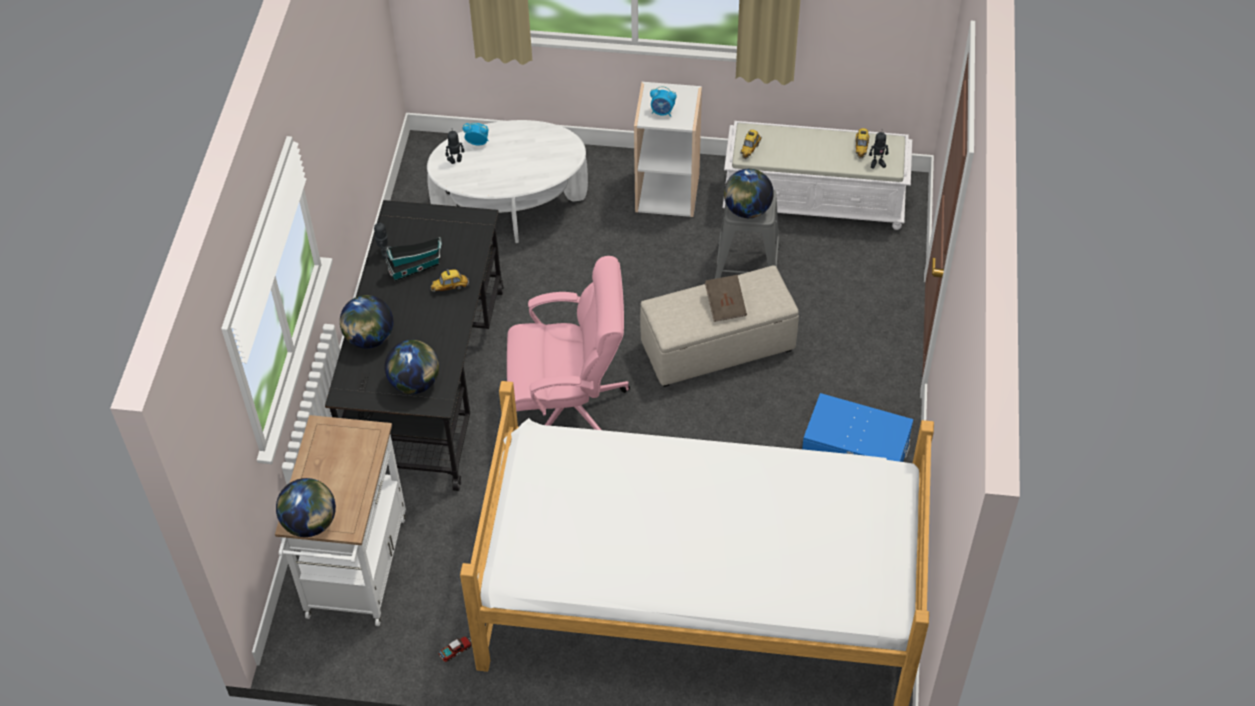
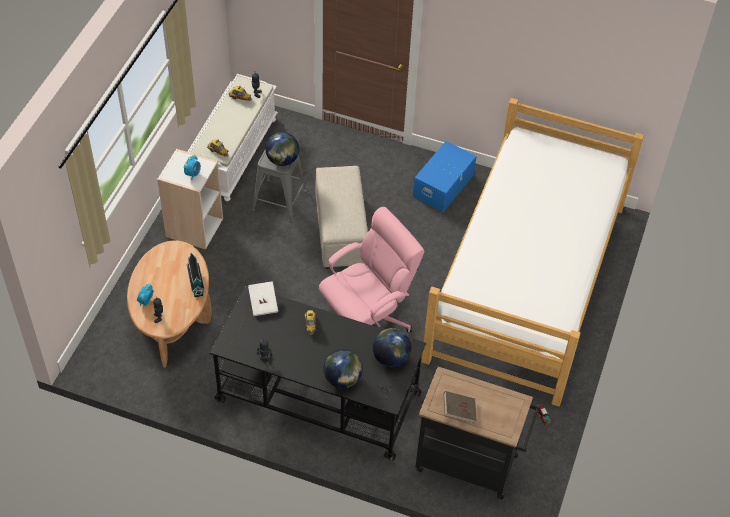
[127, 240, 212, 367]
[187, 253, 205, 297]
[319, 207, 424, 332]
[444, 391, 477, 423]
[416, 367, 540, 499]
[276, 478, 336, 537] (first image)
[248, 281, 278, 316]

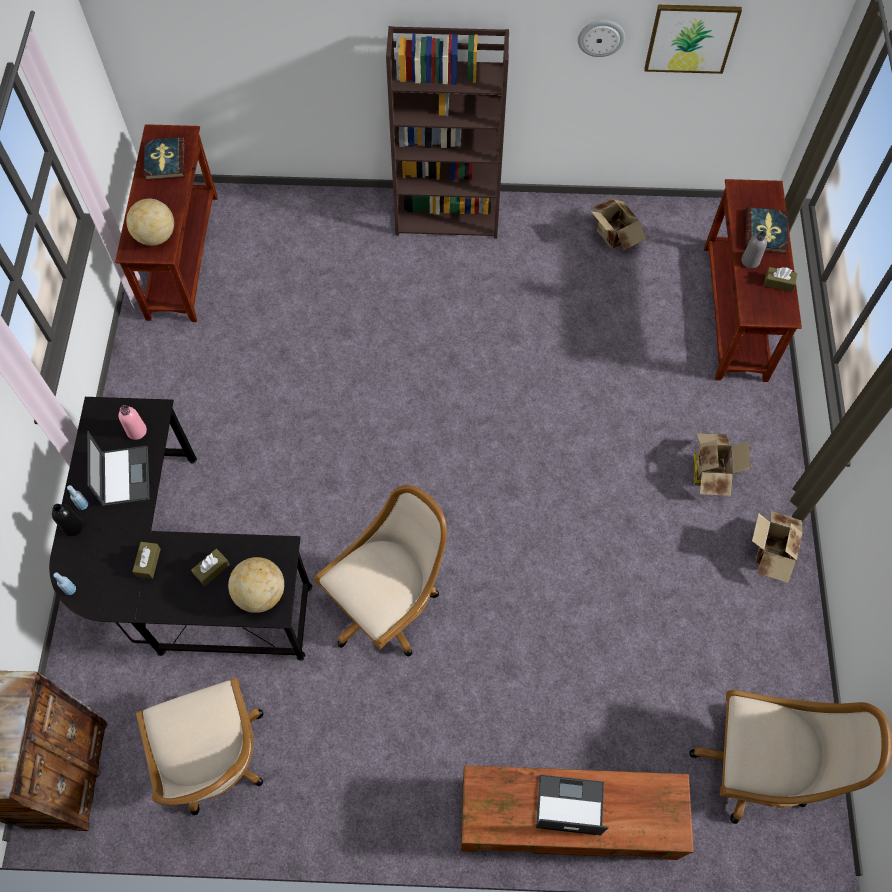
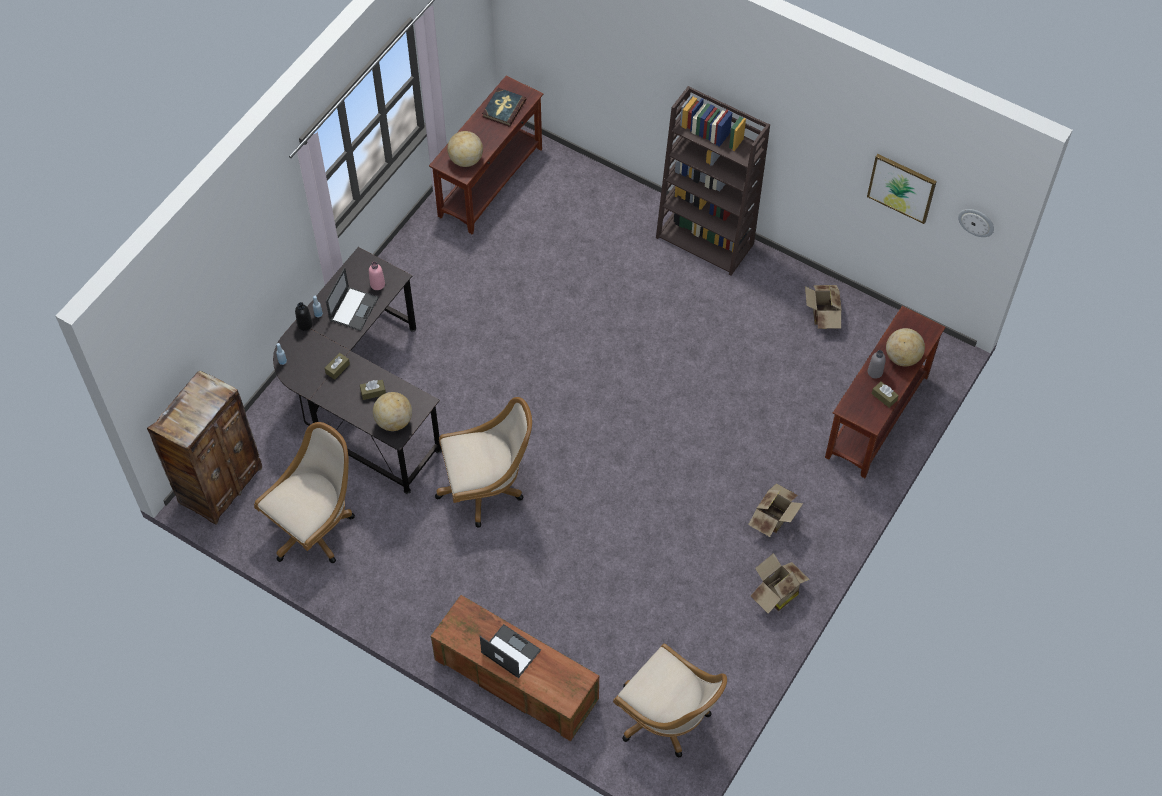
[958, 209, 994, 237]
[886, 328, 925, 366]
[254, 422, 355, 563]

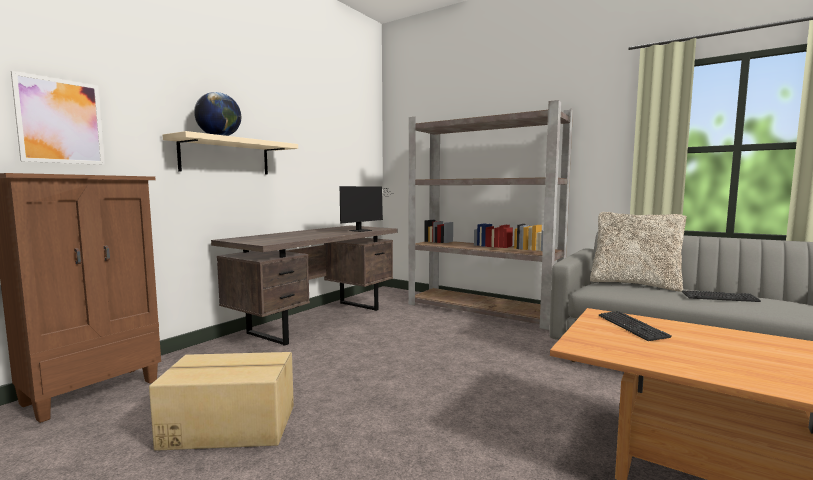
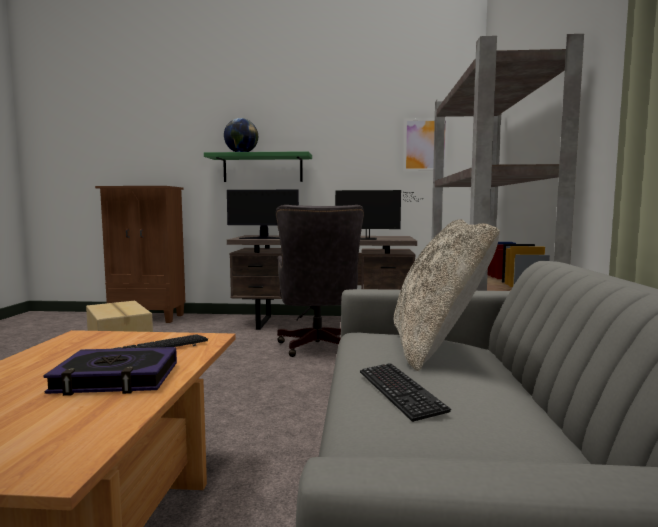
[404, 118, 448, 171]
[204, 151, 312, 182]
[227, 190, 299, 239]
[276, 205, 364, 357]
[43, 347, 177, 396]

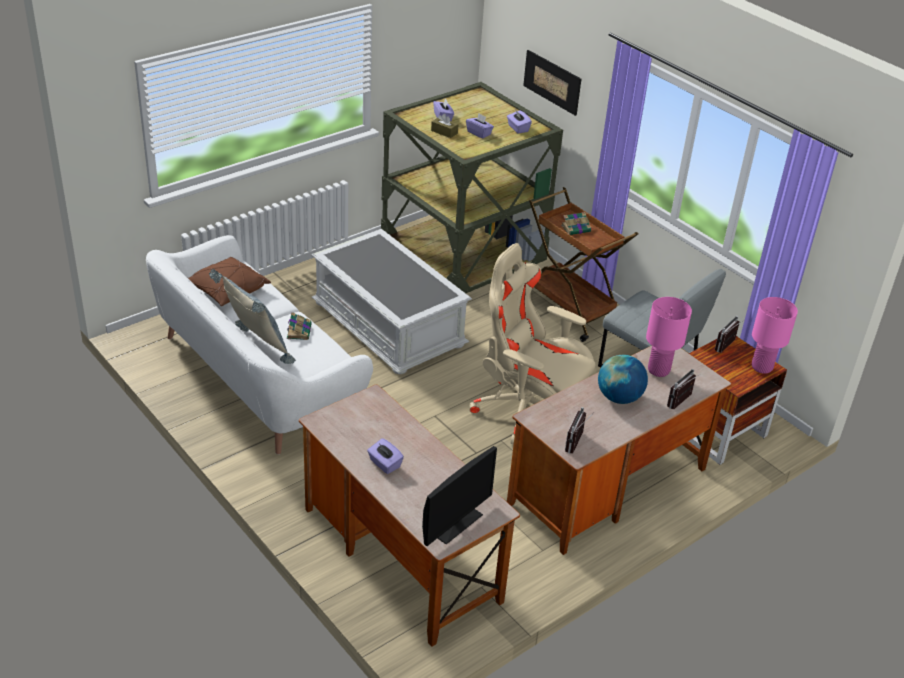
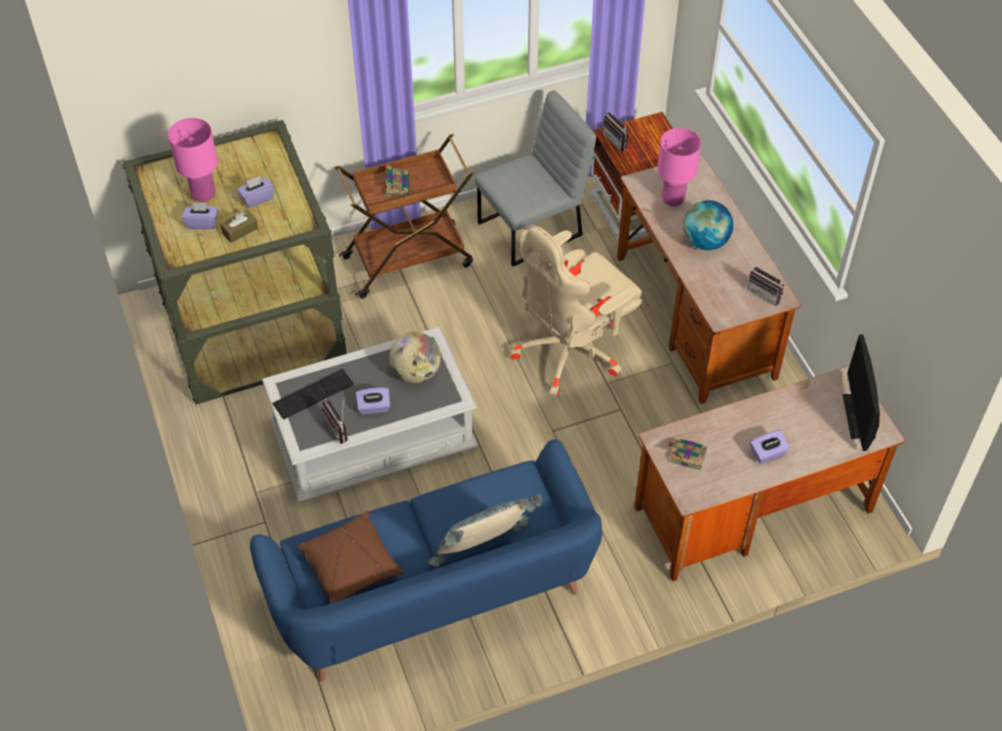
[523, 50, 581, 116] (first image)
[356, 387, 390, 415]
[250, 439, 602, 682]
[168, 118, 218, 202]
[667, 438, 707, 470]
[322, 396, 348, 444]
[843, 334, 880, 451]
[390, 332, 441, 383]
[273, 368, 354, 420]

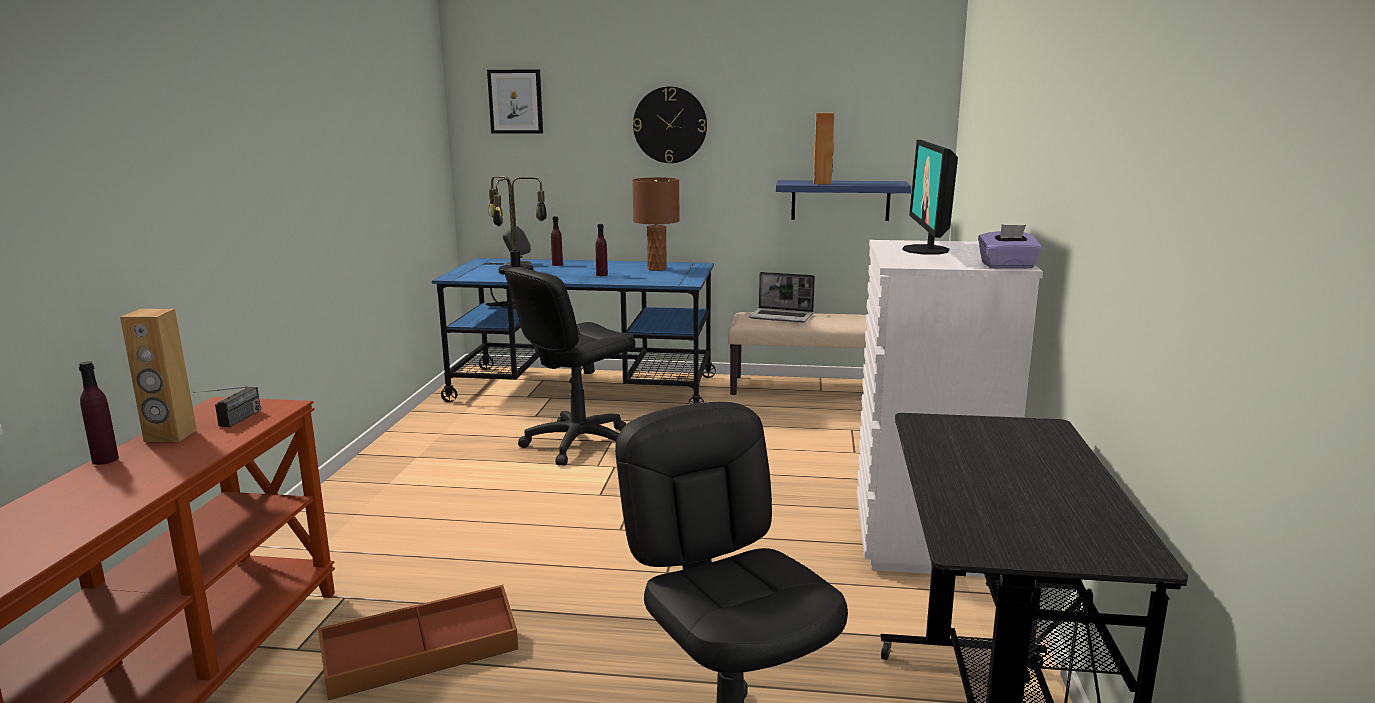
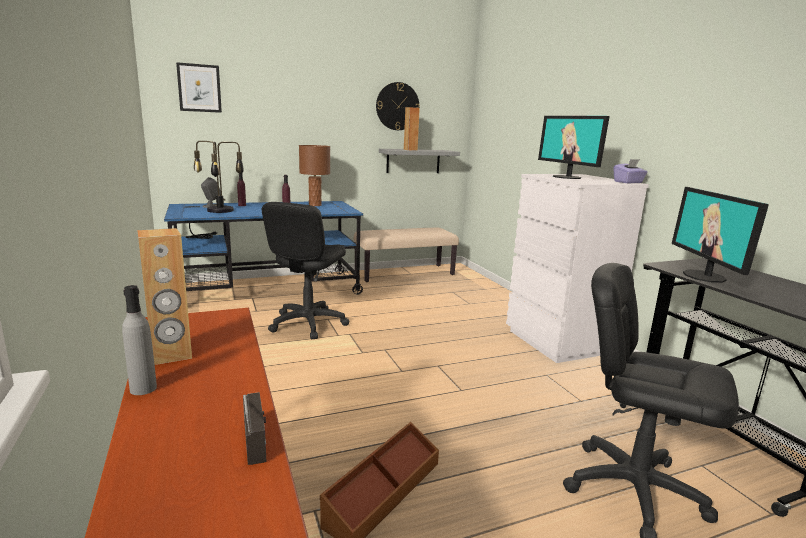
[376, 82, 420, 130]
[379, 149, 460, 173]
[749, 272, 815, 323] (first image)
[122, 285, 157, 395]
[243, 392, 266, 465]
[672, 187, 769, 283]

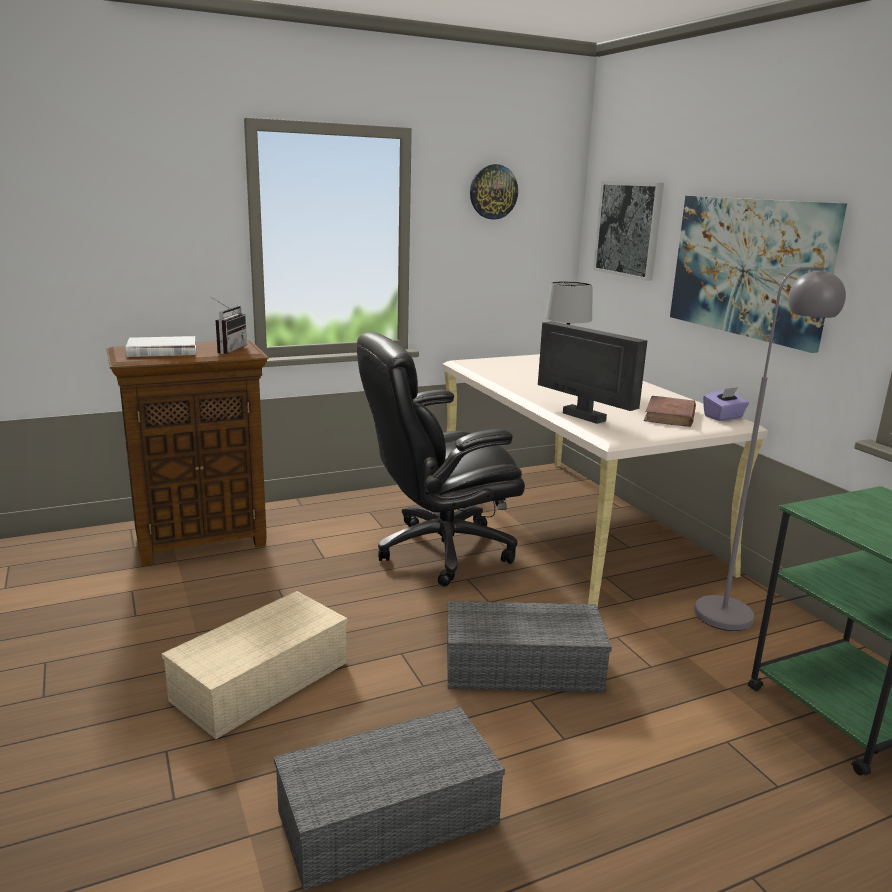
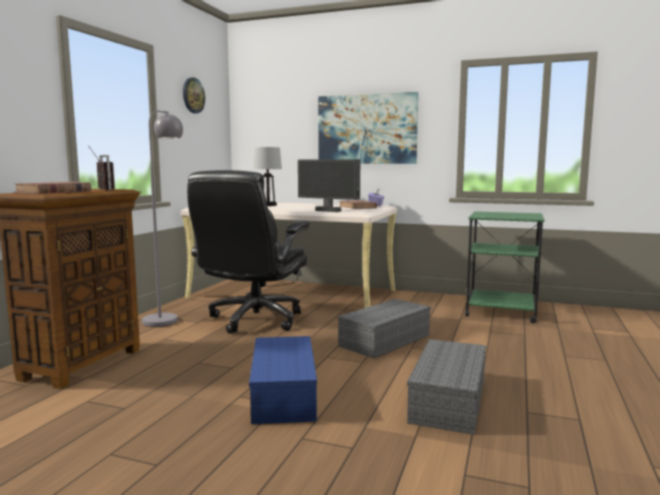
[593, 181, 664, 281] (first image)
[142, 110, 183, 327]
[298, 159, 360, 212]
[13, 182, 91, 194]
[249, 336, 317, 424]

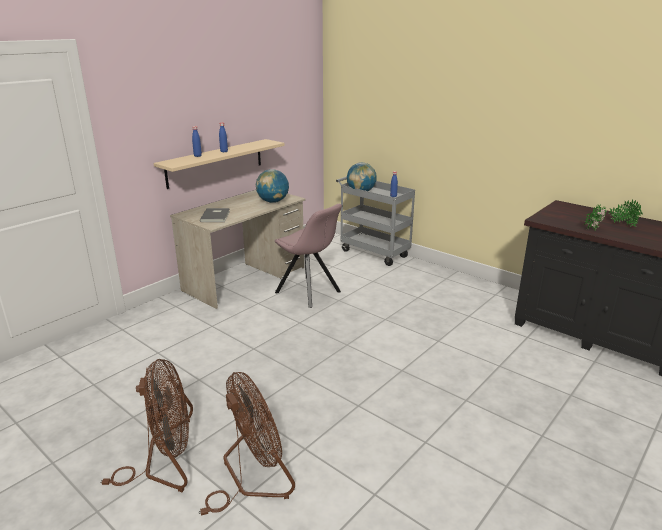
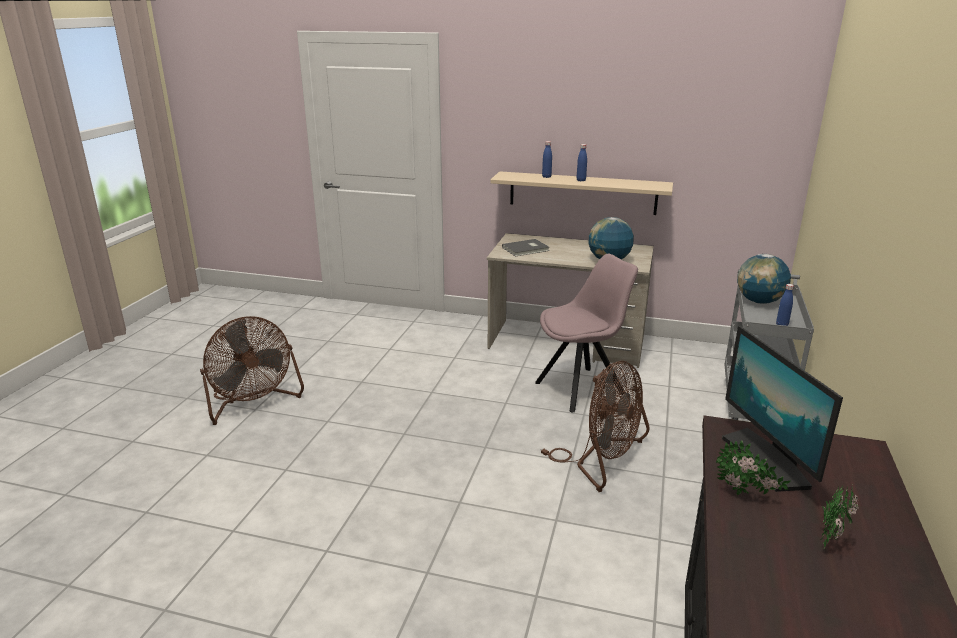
[535, 254, 638, 413]
[541, 361, 650, 492]
[722, 326, 843, 492]

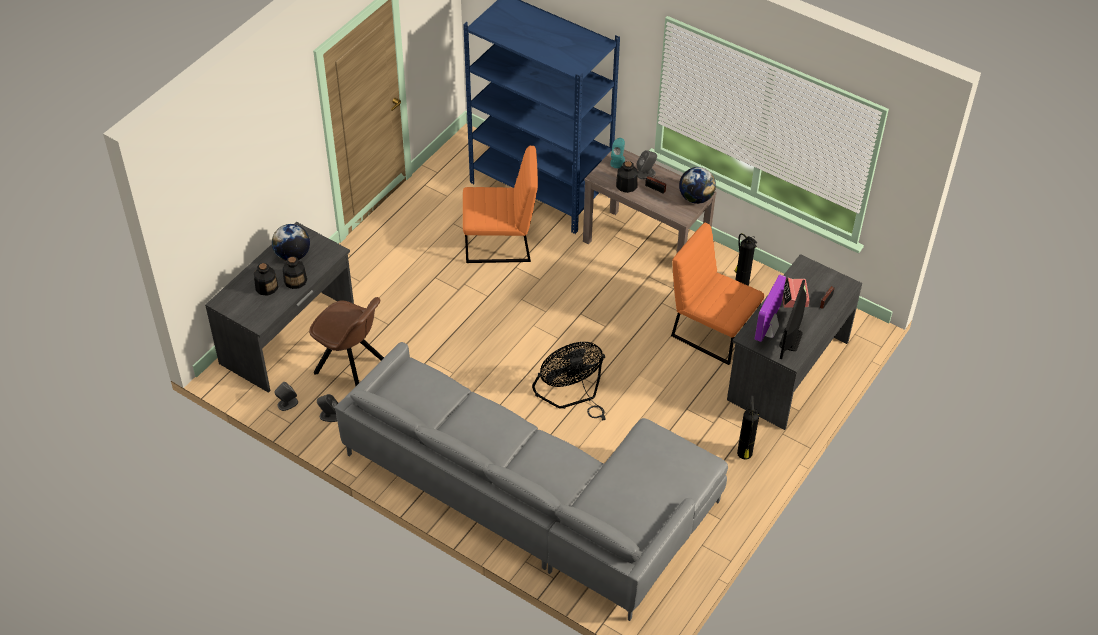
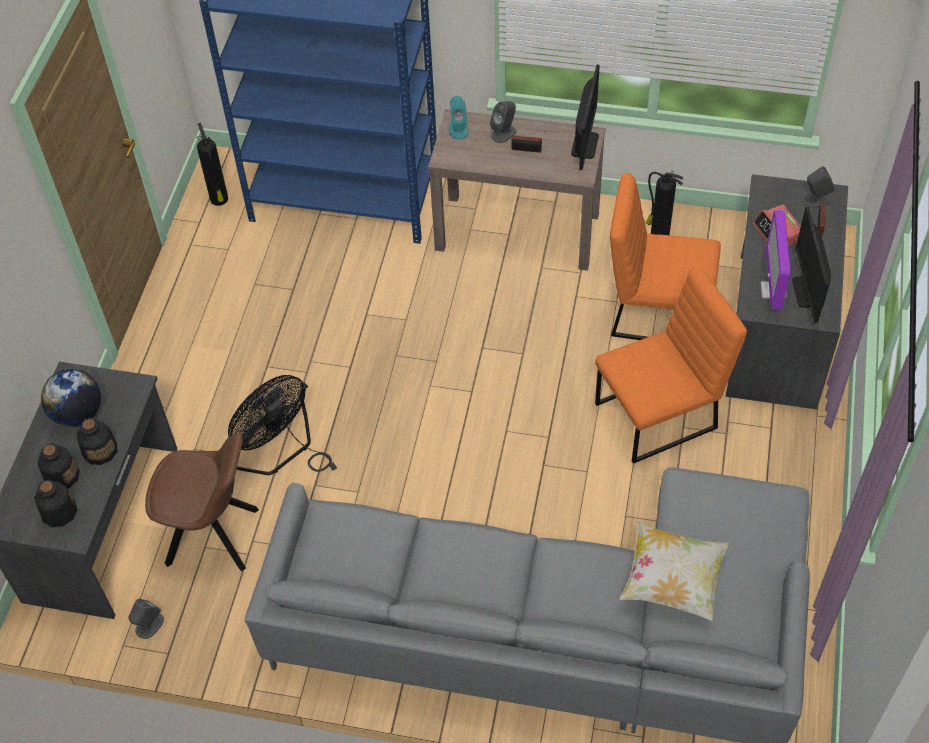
[595, 266, 747, 464]
[34, 480, 78, 527]
[571, 64, 600, 170]
[228, 375, 337, 475]
[802, 166, 835, 208]
[197, 123, 228, 206]
[619, 522, 729, 621]

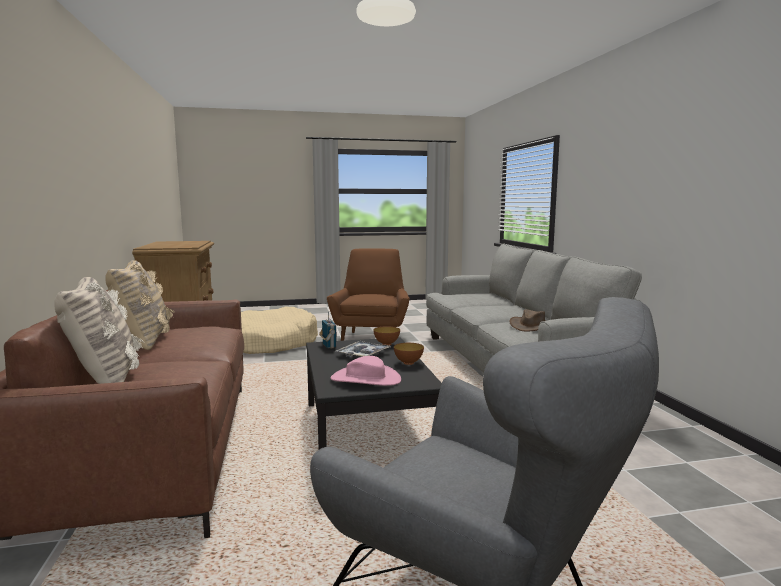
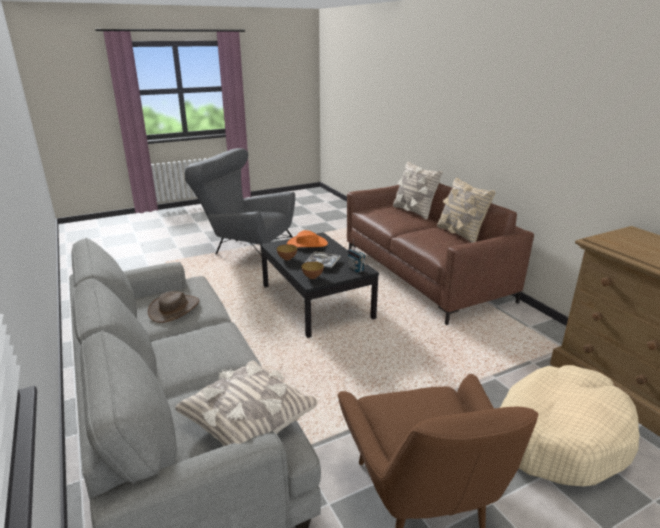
[287, 230, 328, 247]
[175, 361, 318, 446]

